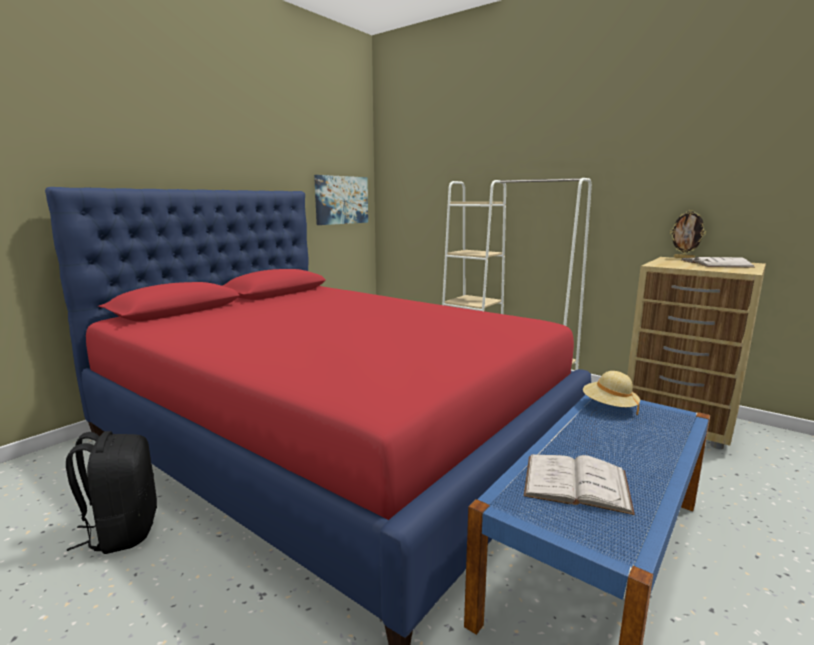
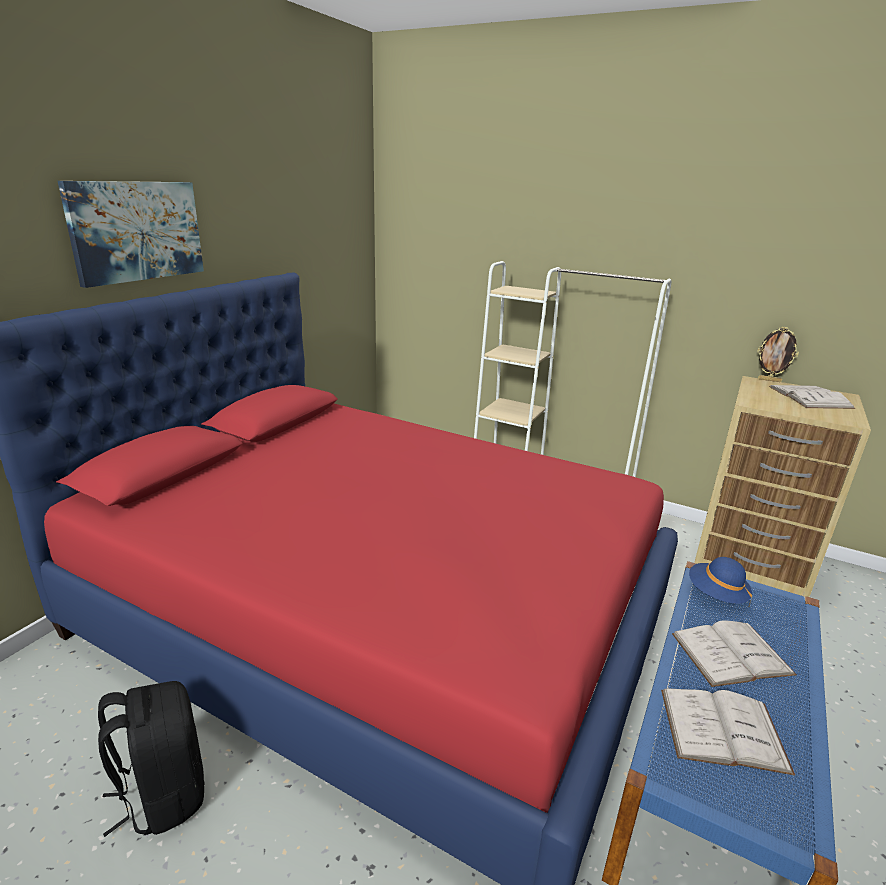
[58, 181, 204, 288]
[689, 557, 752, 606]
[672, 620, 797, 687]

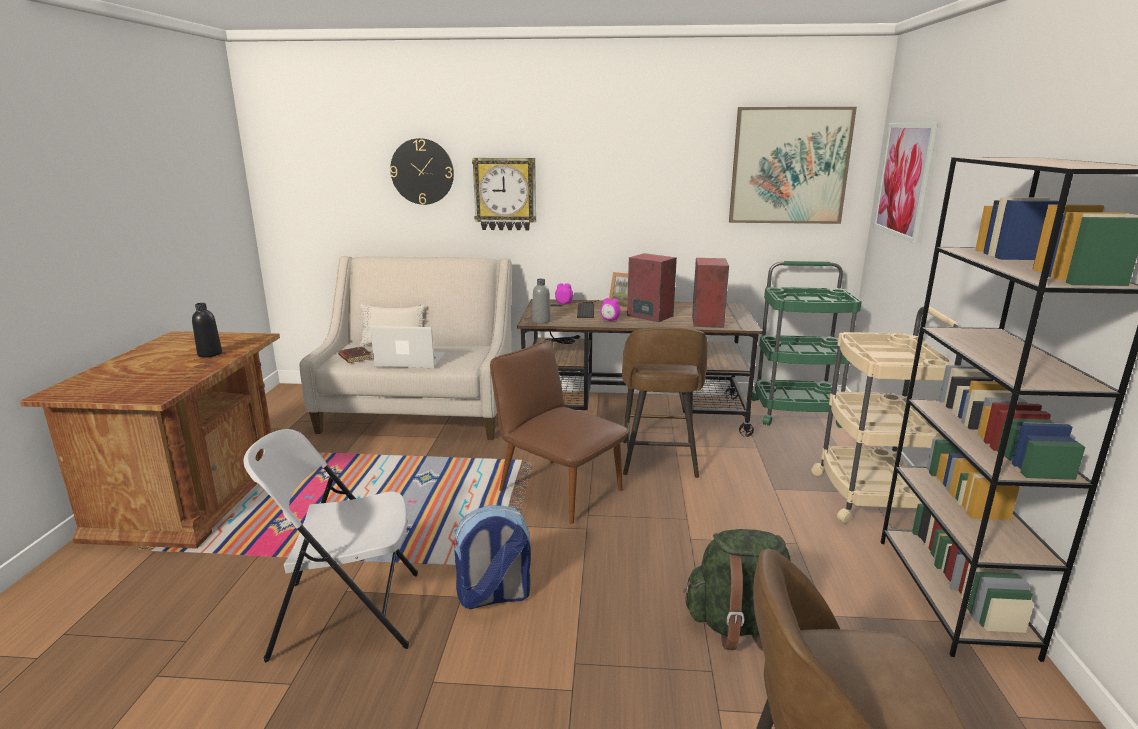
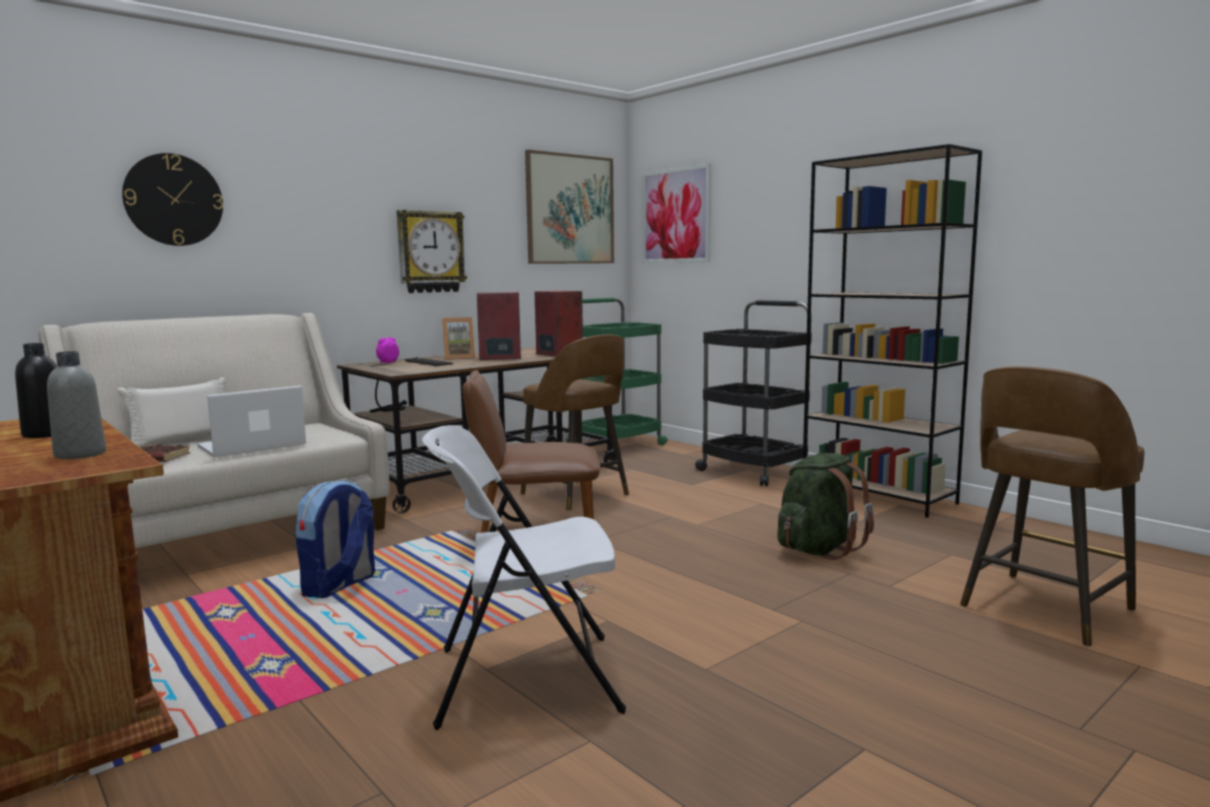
[397, 210, 467, 293]
[47, 351, 106, 459]
[600, 298, 620, 321] (first image)
[695, 300, 812, 486]
[422, 425, 626, 730]
[295, 480, 375, 598]

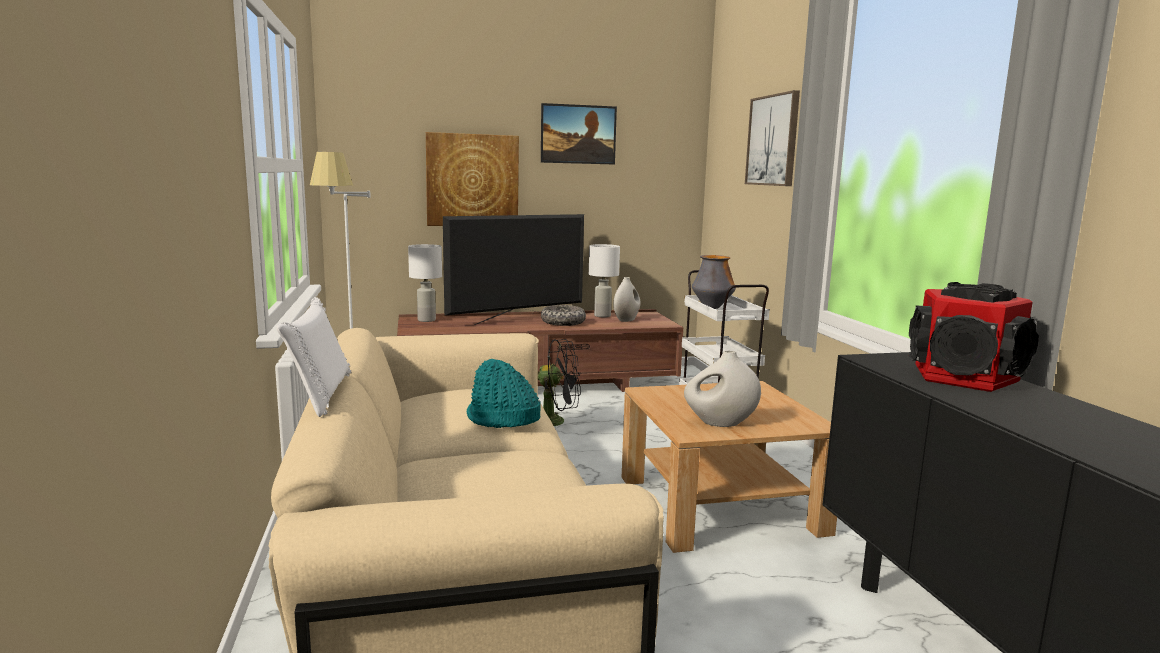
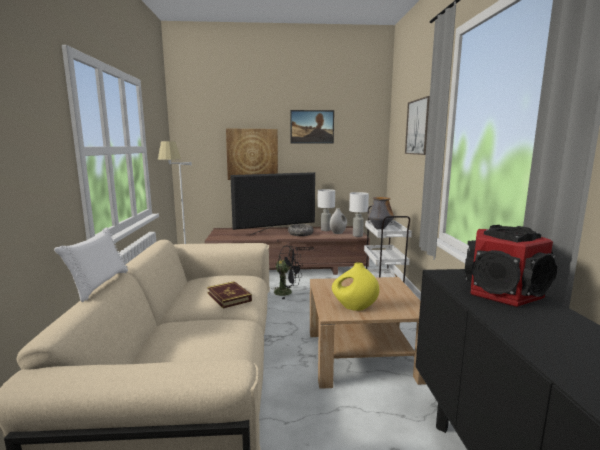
[349, 192, 369, 237]
[332, 262, 379, 311]
[207, 281, 252, 309]

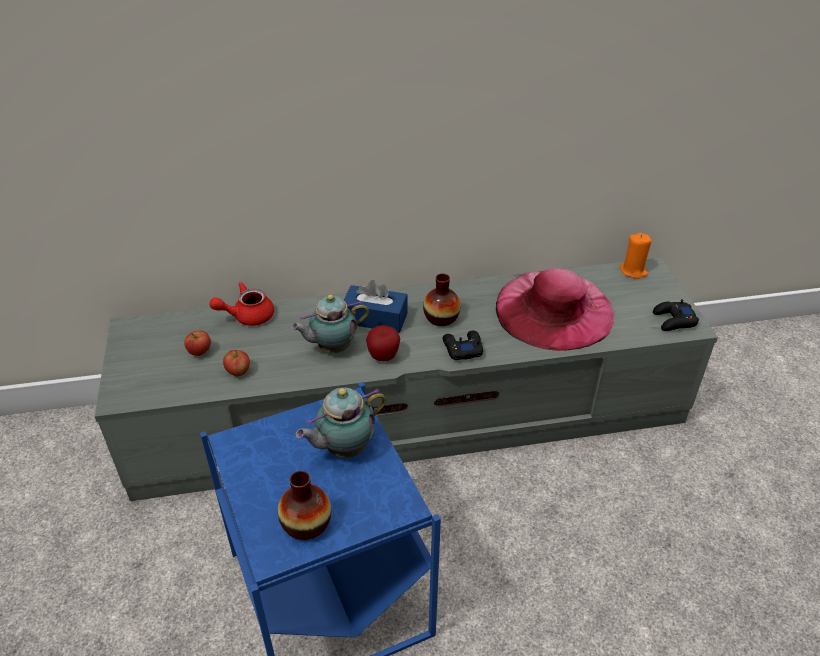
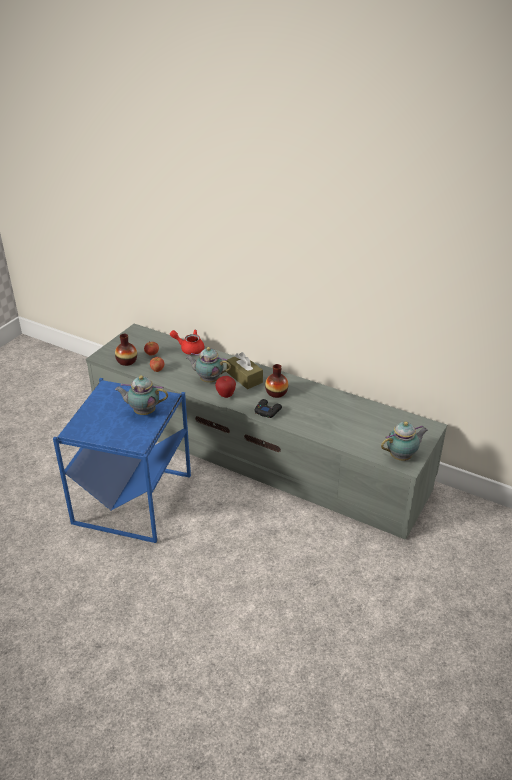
[620, 233, 652, 279] (first image)
[496, 268, 615, 351] (first image)
[227, 352, 263, 389]
[381, 421, 428, 461]
[115, 334, 137, 366]

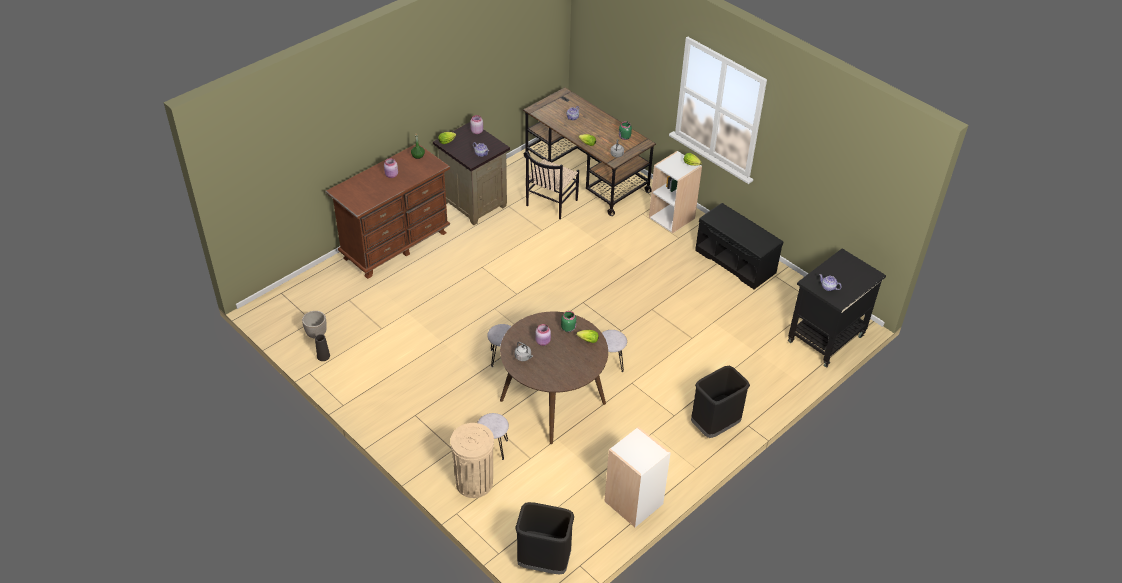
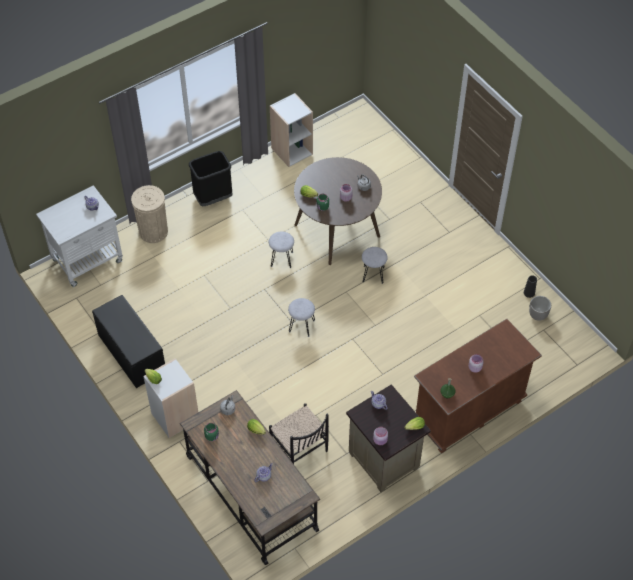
[269, 403, 329, 464]
[36, 185, 123, 287]
[288, 298, 315, 337]
[131, 185, 168, 243]
[515, 502, 574, 575] (first image)

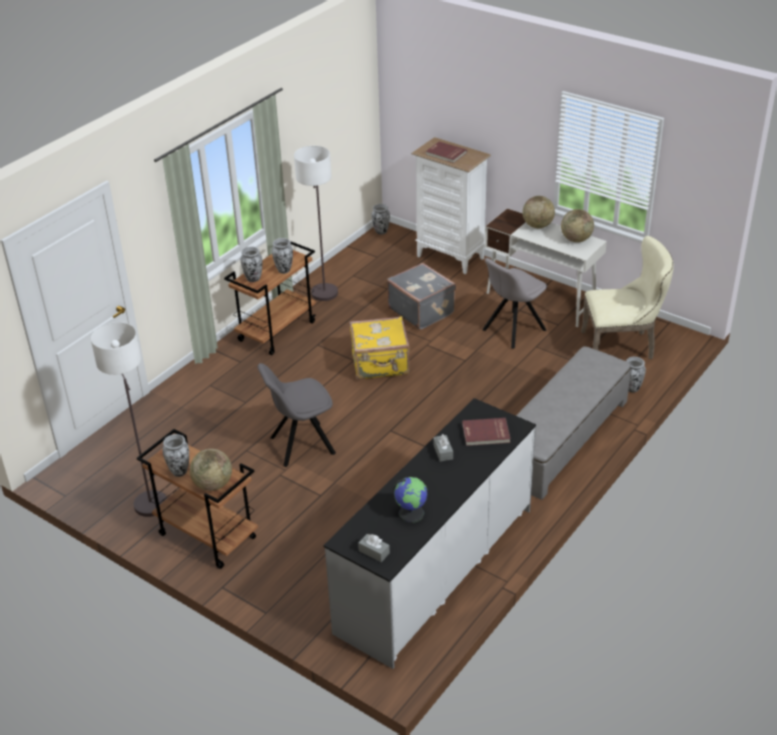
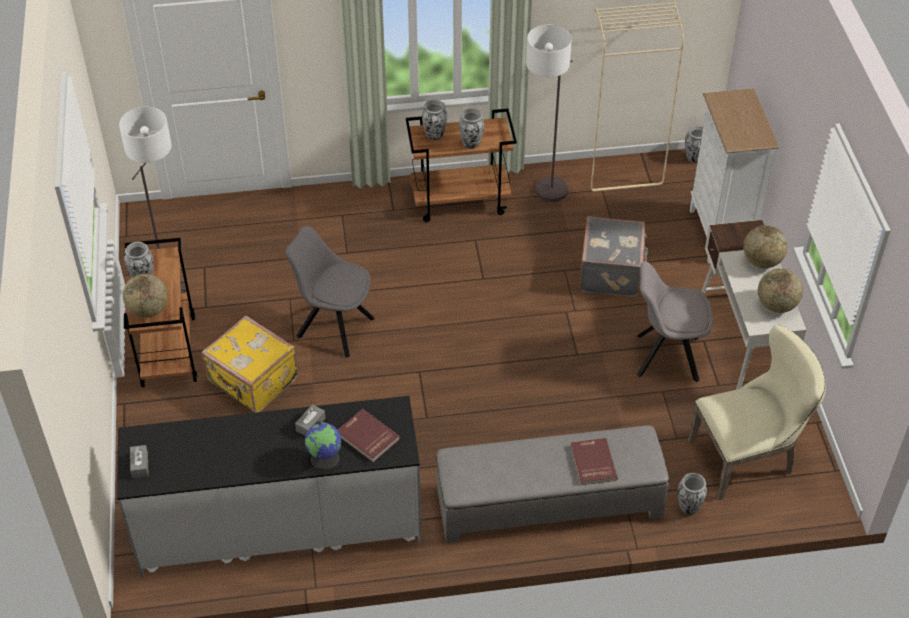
[570, 438, 618, 485]
[688, 325, 826, 500]
[202, 315, 298, 413]
[305, 421, 342, 471]
[591, 0, 684, 191]

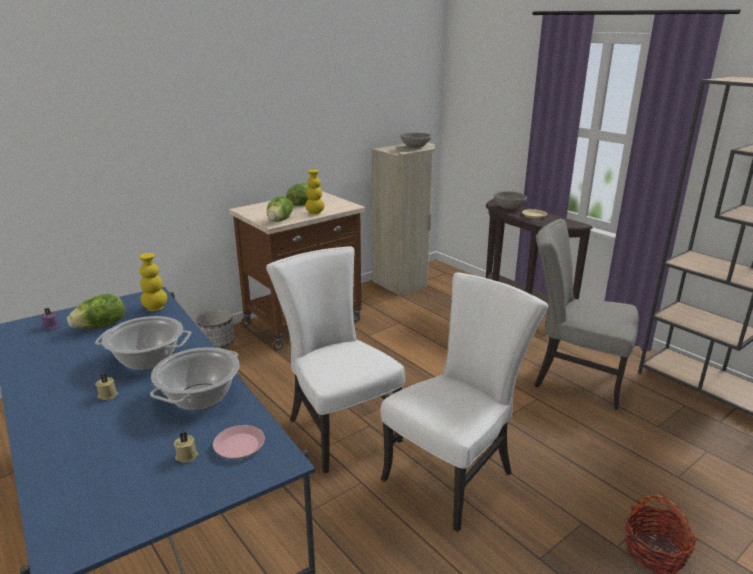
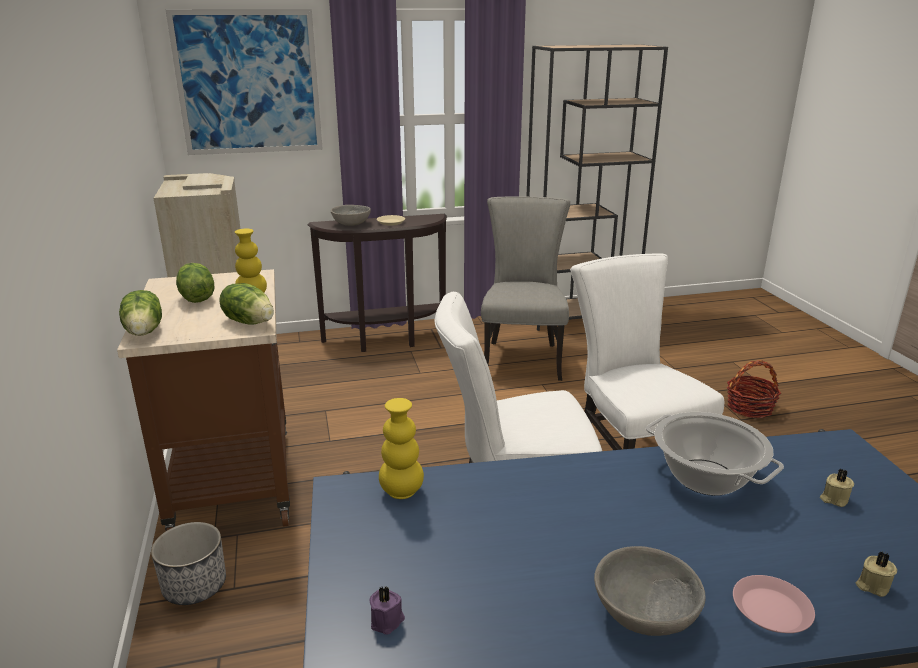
[594, 546, 706, 636]
[481, 196, 570, 381]
[119, 290, 162, 336]
[95, 316, 191, 370] (first image)
[856, 551, 897, 597]
[733, 575, 815, 633]
[165, 9, 323, 155]

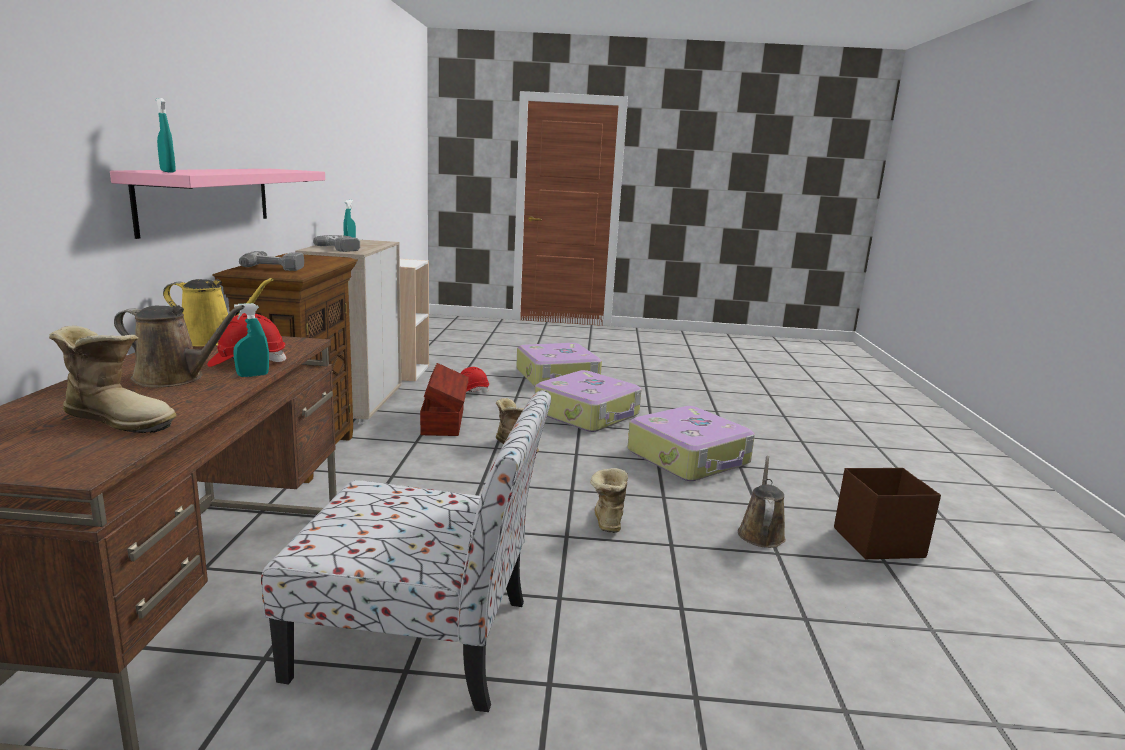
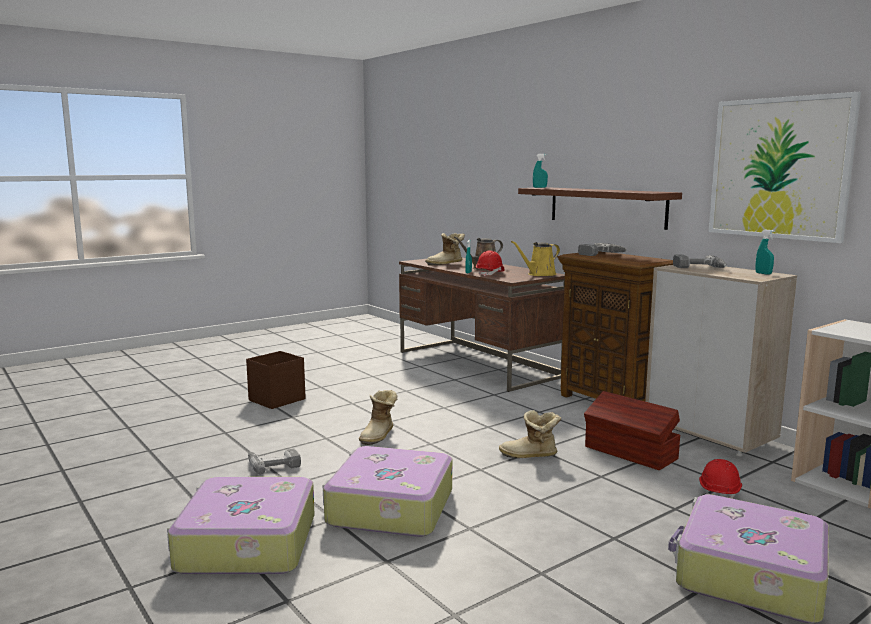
[518, 187, 682, 230]
[167, 477, 315, 574]
[261, 390, 551, 712] (first image)
[248, 448, 301, 474]
[359, 390, 397, 445]
[246, 351, 305, 409]
[709, 92, 861, 243]

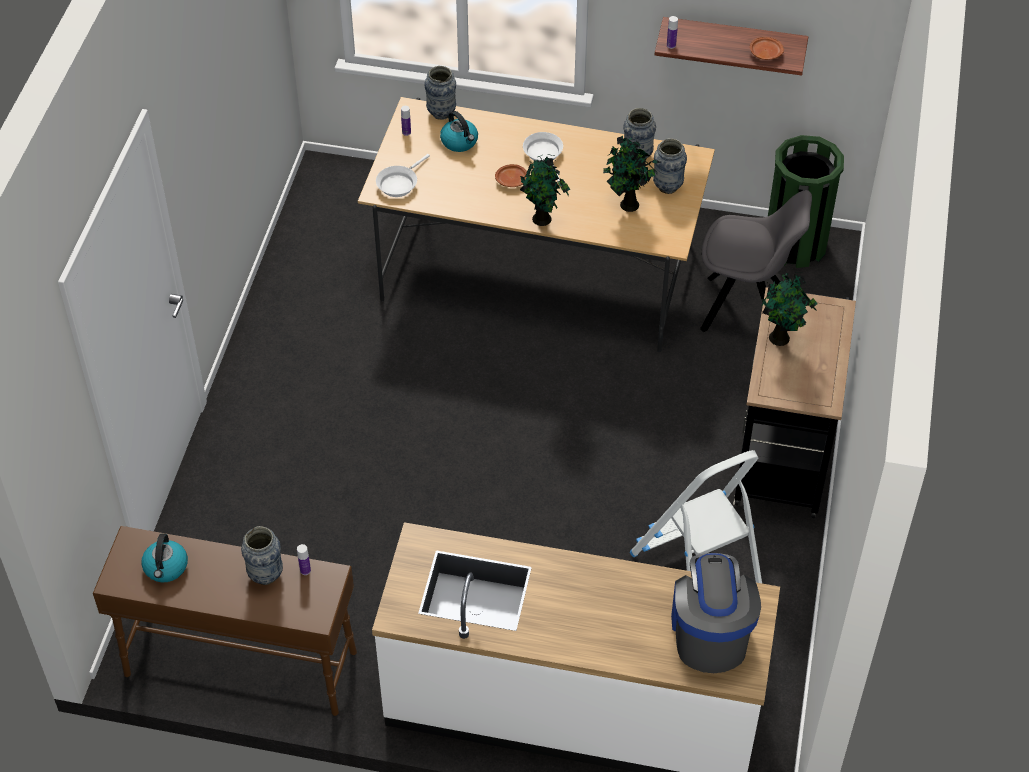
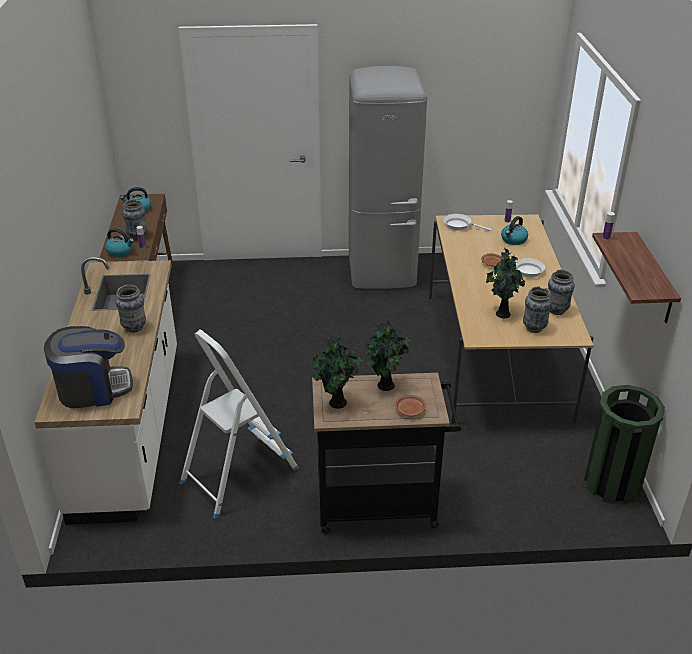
[395, 395, 426, 416]
[115, 285, 146, 333]
[313, 337, 364, 409]
[700, 190, 812, 332] (first image)
[349, 66, 427, 289]
[105, 228, 134, 257]

